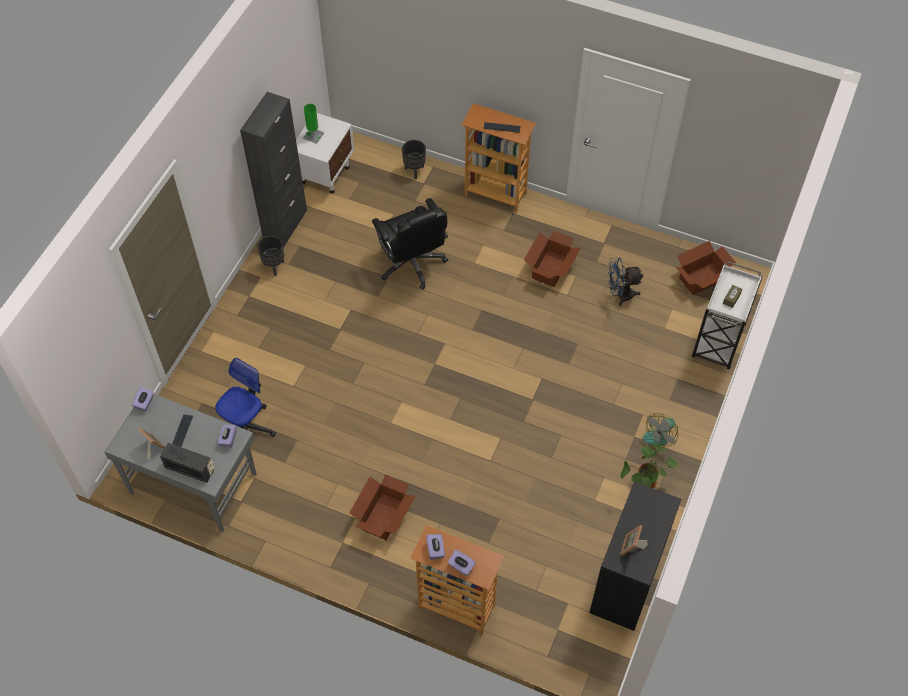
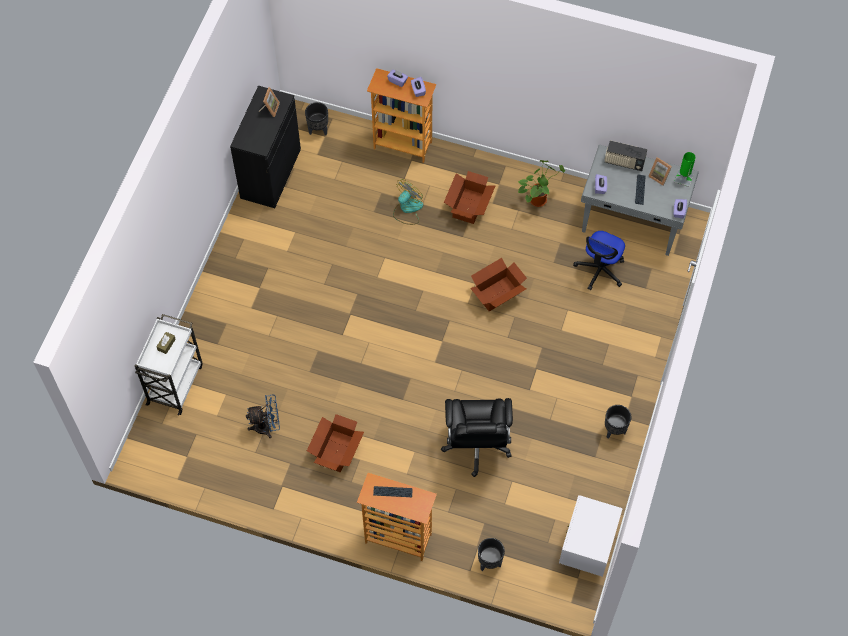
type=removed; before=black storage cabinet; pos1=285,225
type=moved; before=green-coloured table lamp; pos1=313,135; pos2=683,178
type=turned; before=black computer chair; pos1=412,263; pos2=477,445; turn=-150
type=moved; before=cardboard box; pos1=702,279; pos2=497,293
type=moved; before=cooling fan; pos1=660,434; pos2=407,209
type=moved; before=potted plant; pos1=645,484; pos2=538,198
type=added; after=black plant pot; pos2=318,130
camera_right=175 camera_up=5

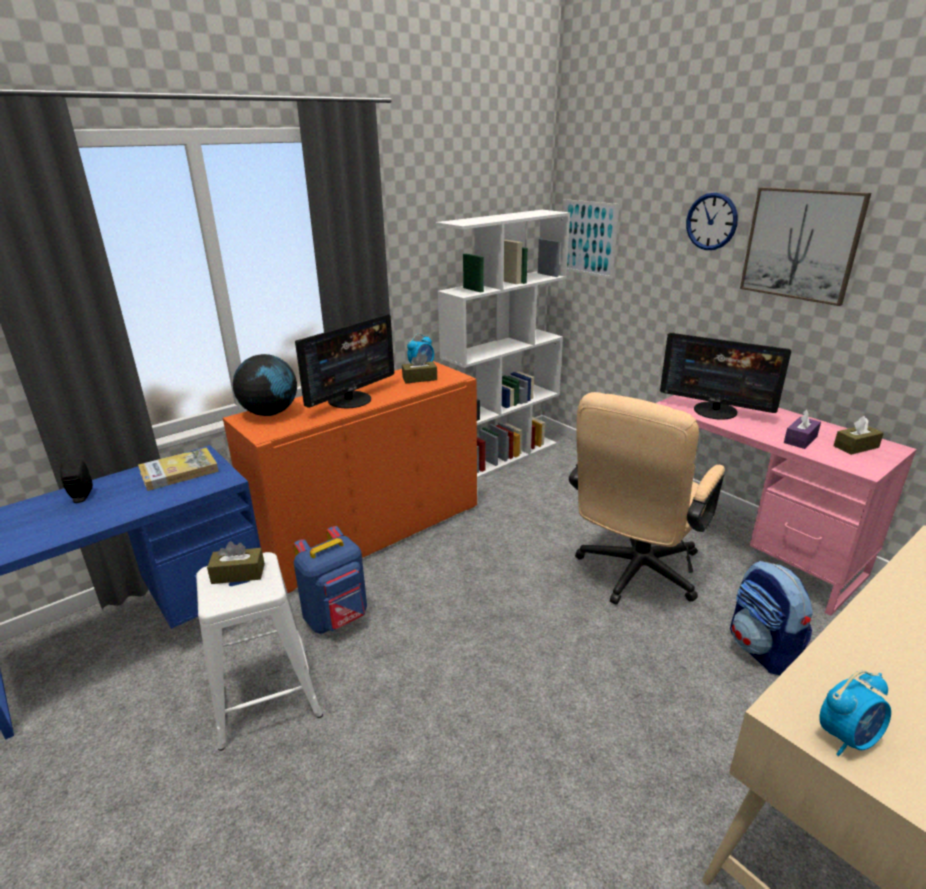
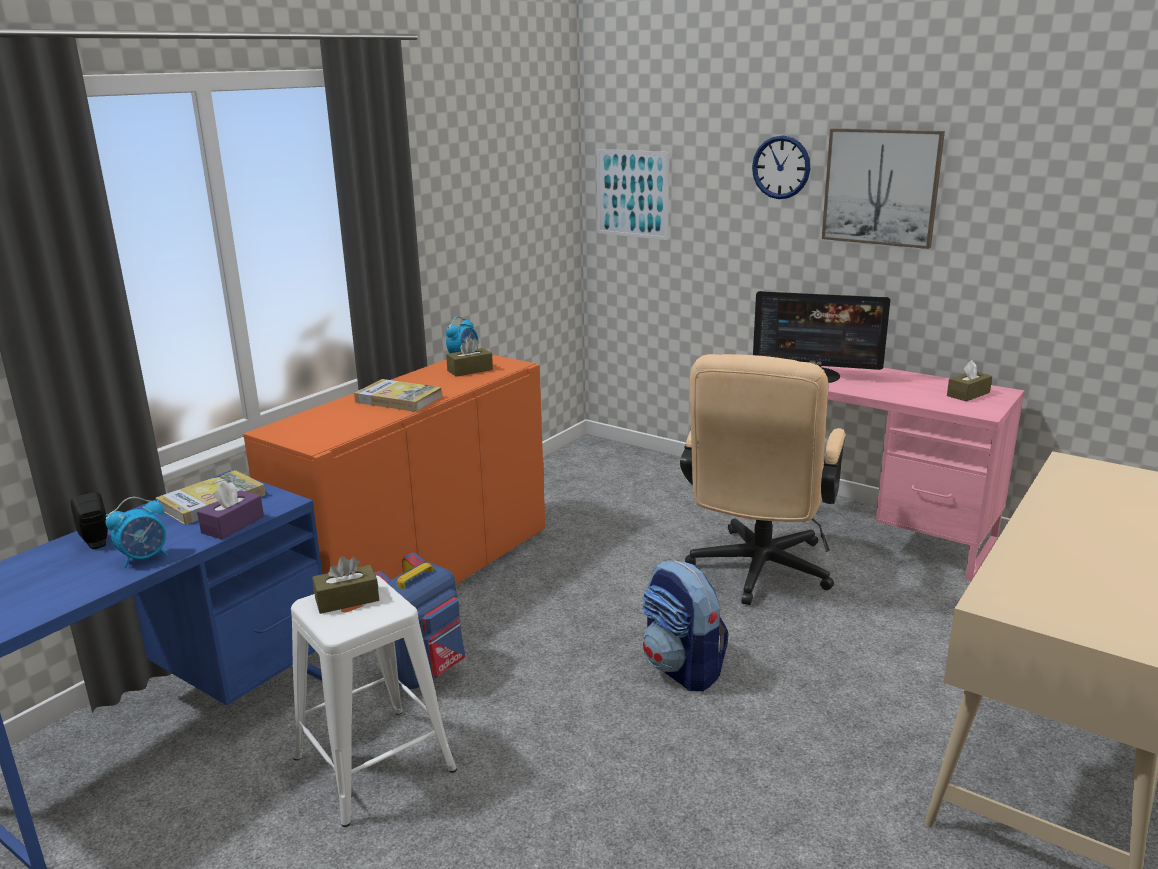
type=removed; before=whitish bookshelf; pos1=502,456
type=replaced; before=monitor; after=book; pos1=350,400; pos2=398,399
type=removed; before=world globe; pos1=270,413
type=moved; before=purple tissue holder; pos1=800,439; pos2=233,525
type=moved; before=backpack; pos1=762,650; pos2=682,669
type=moved; before=table clock; pos1=847,738; pos2=145,558
camera_right=-15 camera_up=-5

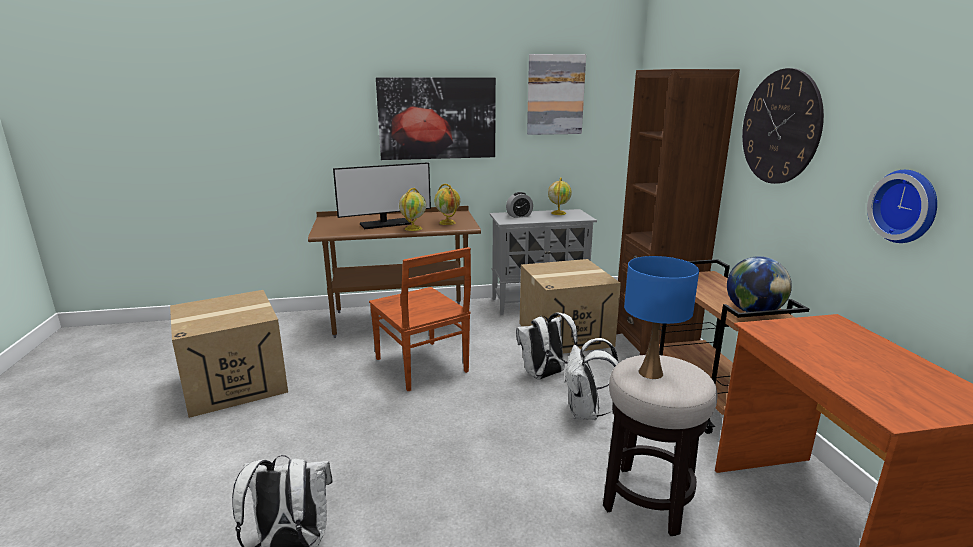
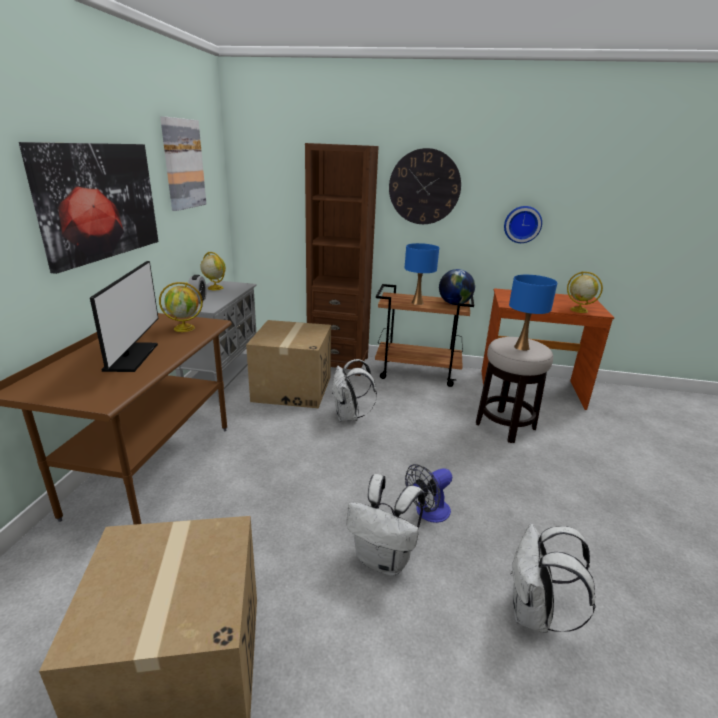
type=moved; before=world globe; pos1=413,228; pos2=578,310
type=removed; before=brown-coloured plain chair; pos1=422,366
type=moved; before=whitish backpack; pos1=586,413; pos2=384,560
type=added; after=bluish table lamp; pos2=417,303
type=added; after=cooling fan; pos2=428,513
camera_right=-70 camera_up=5

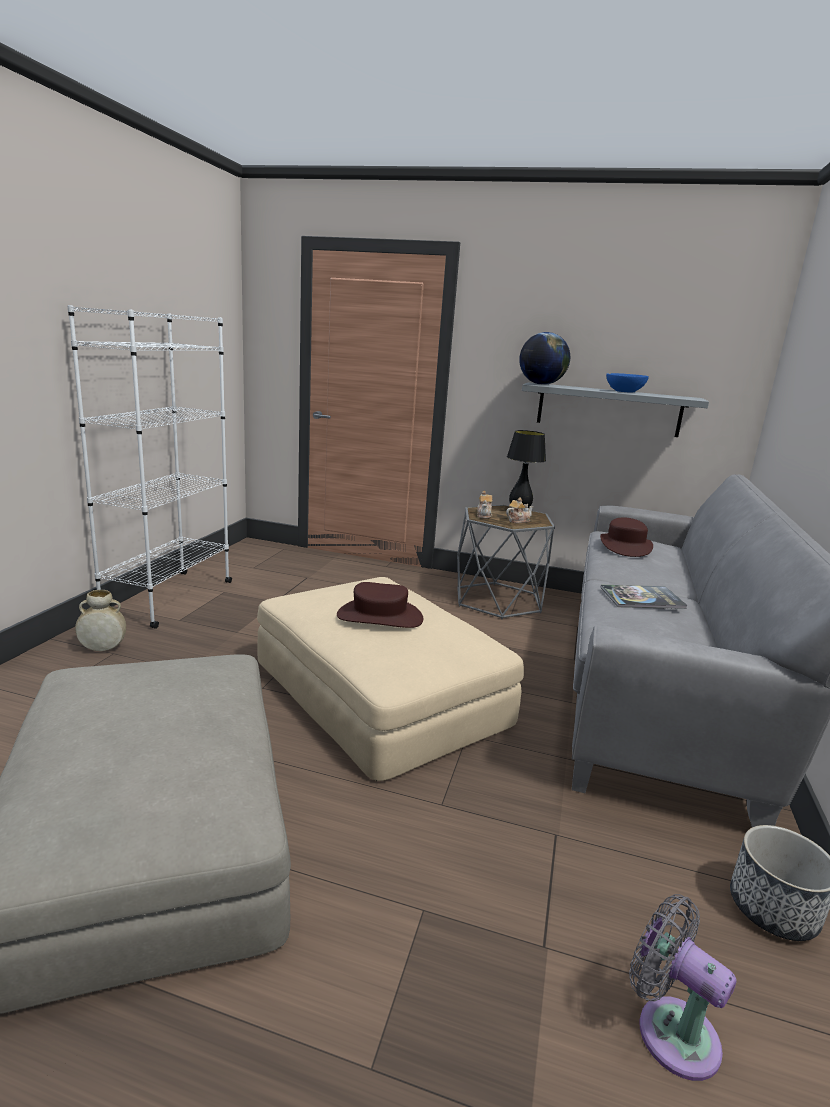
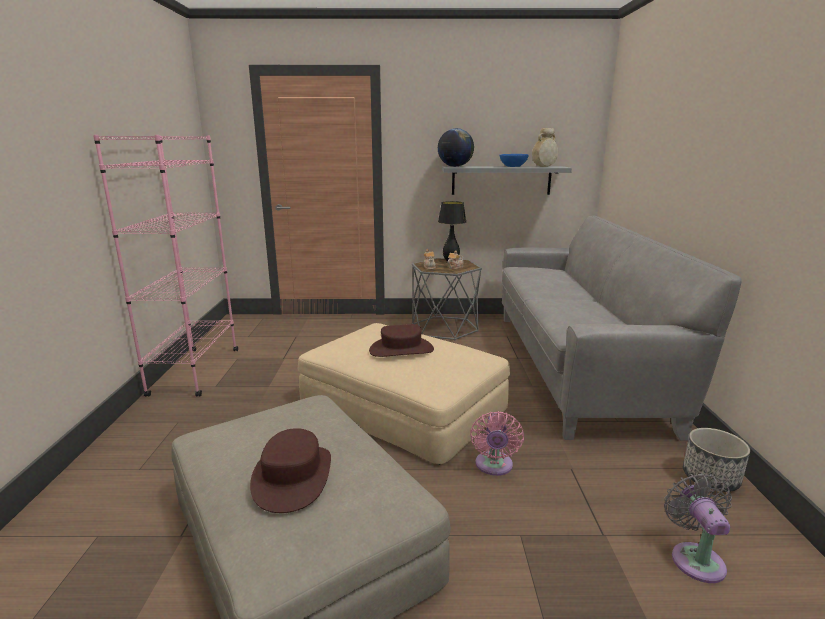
type=recoloured; before=whitish bookshelf; after=pink bookshelf; pos1=169,598; pos2=195,371
type=moved; before=brown-coloured hat; pos1=625,546; pos2=292,477
type=removed; before=book; pos1=642,598
type=moved; before=beige-coloured vase; pos1=102,649; pos2=544,167
type=turned; before=gray cooling fan; pos1=670,1029; pos2=695,558; turn=60
type=added; after=pink cooling fan; pos2=494,466
camera_right=-15 camera_up=0

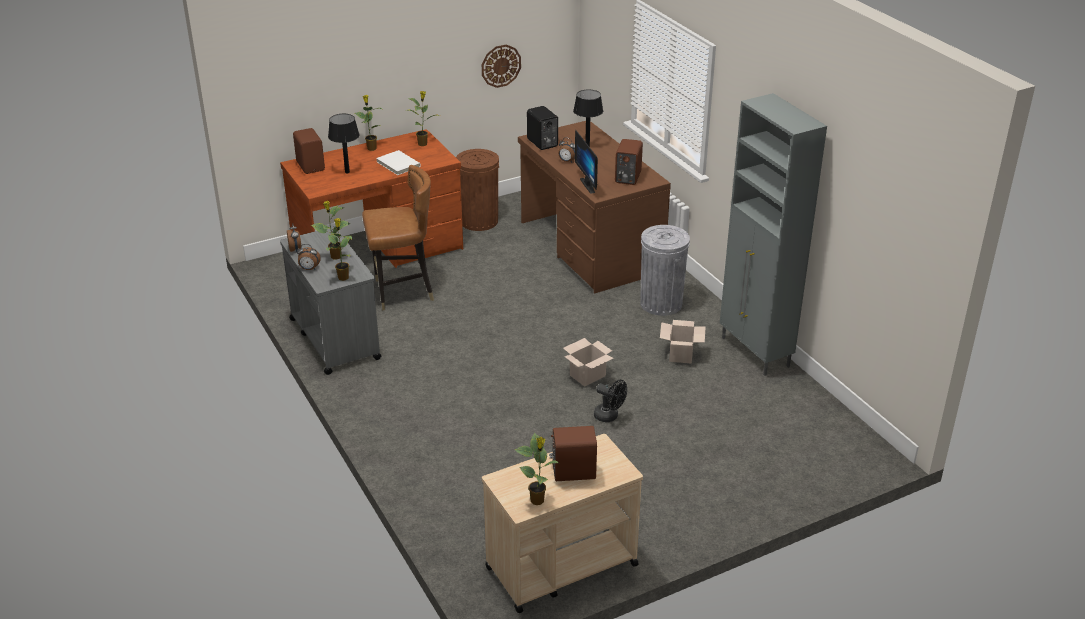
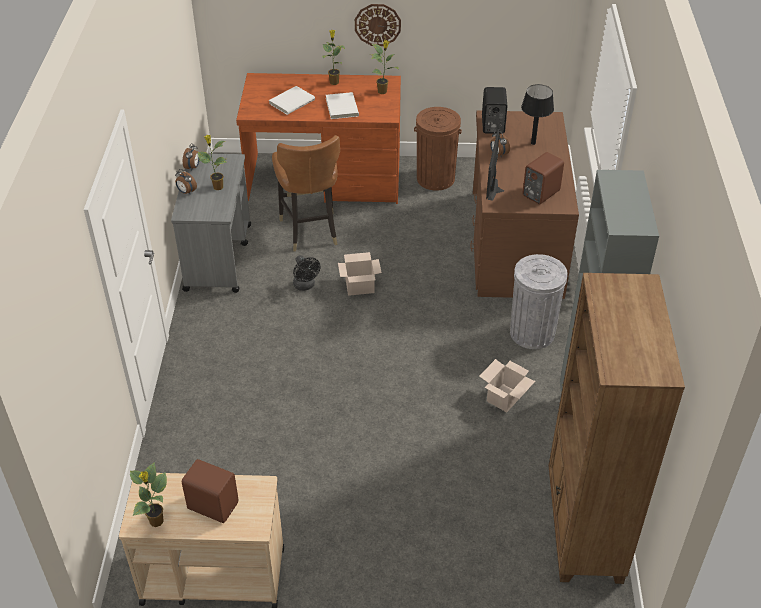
type=moved; before=hanging clock; pos1=501,65; pos2=377,24
type=replaced; before=black table lamp; after=whitish book; pos1=347,172; pos2=291,101
type=removed; before=brown-coloured audio speaker; pos1=311,166
type=turned; before=brown-coloured plain chair; pos1=402,292; pos2=310,230; turn=60
type=removed; before=potted plant; pos1=343,277
type=moved; before=cardboard box; pos1=587,375; pos2=360,286
type=moved; before=black cooling fan; pos1=609,416; pos2=305,286
type=added; after=brown-coloured bookshelf; pos2=583,529
camera_right=30 camera_up=10

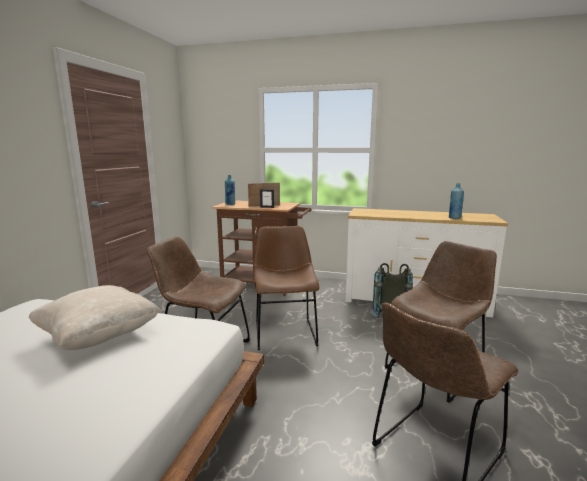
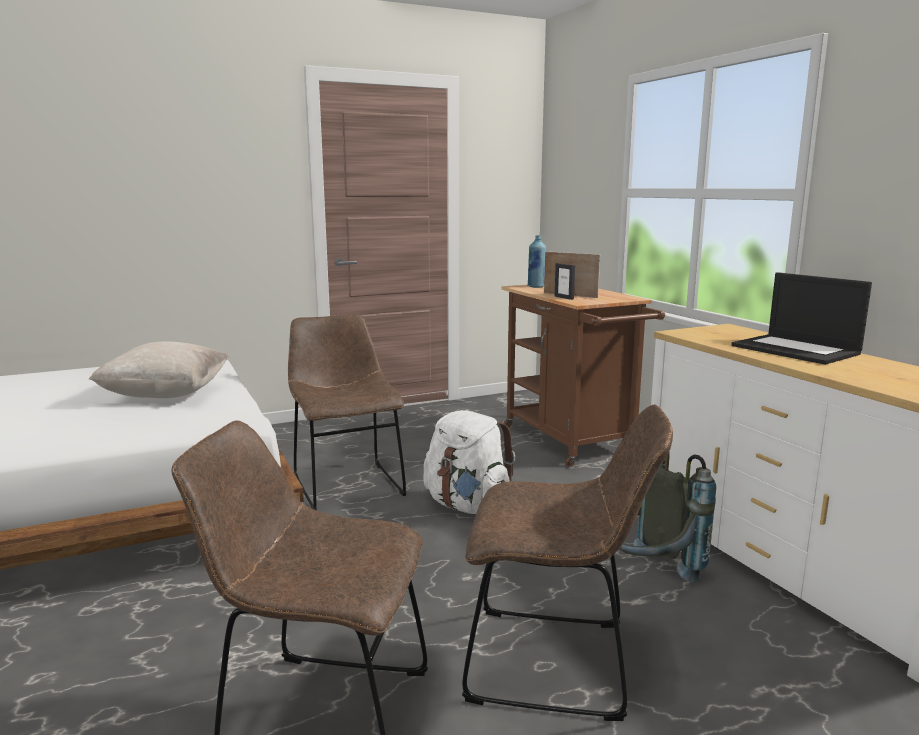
type=removed; before=bluish beverage bottle; pos1=454,218
type=replaced; before=brown-coloured plain chair; after=whitish backpack; pos1=284,331; pos2=468,506
type=added; after=portable computer; pos2=797,350
camera_right=50 camera_up=0

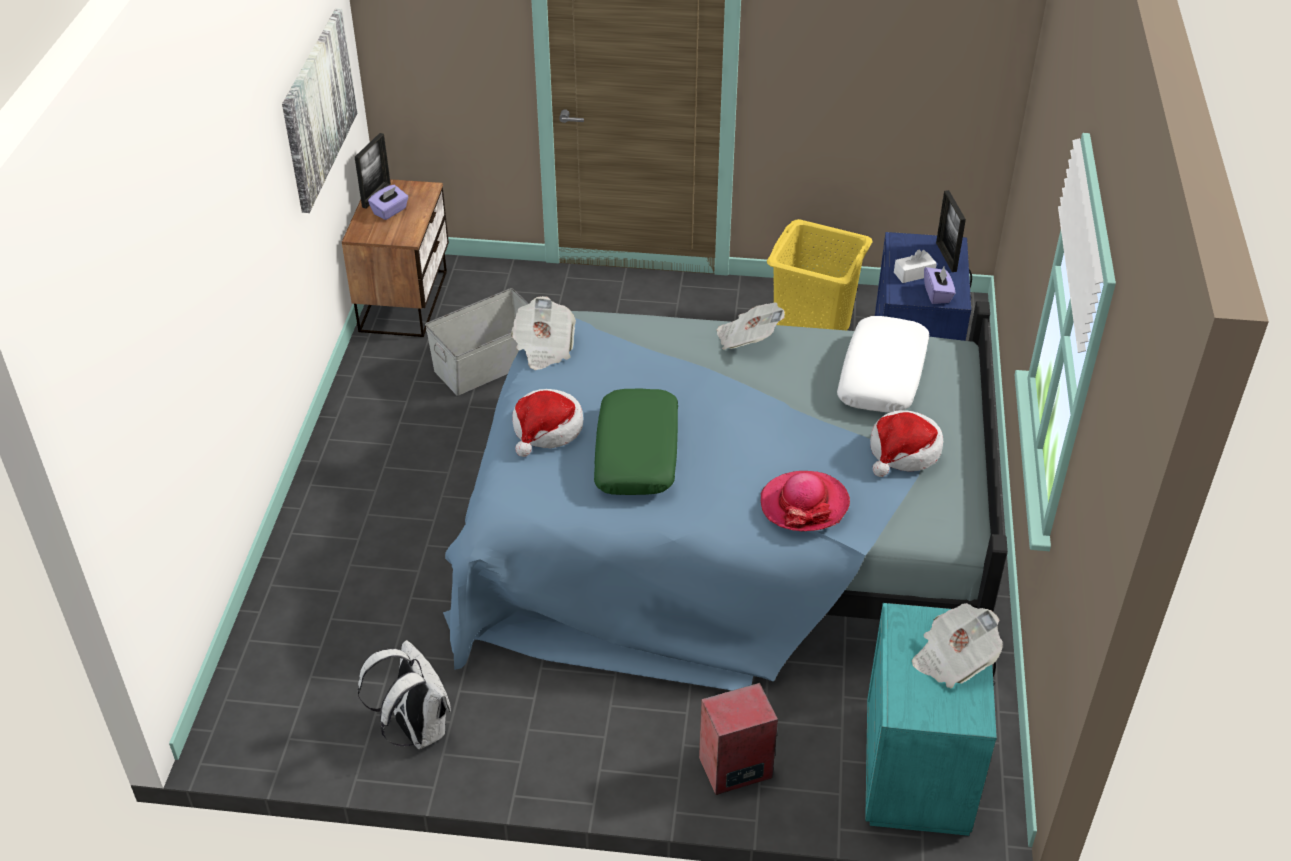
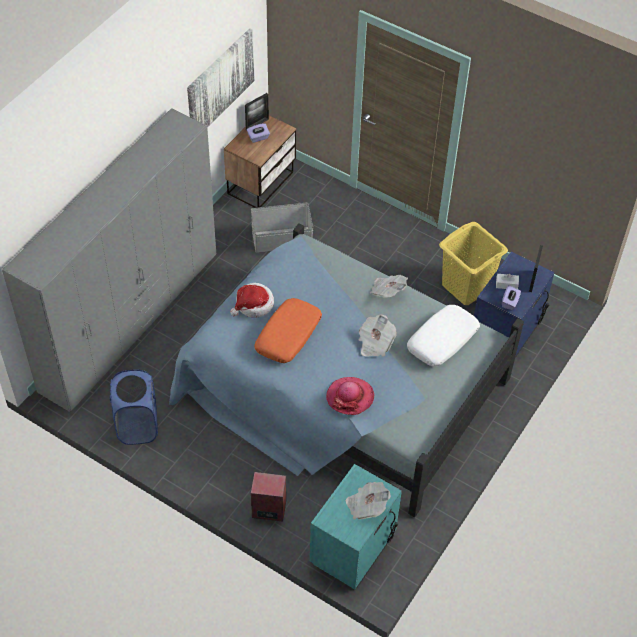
type=moved; before=daily paper; pos1=544,348; pos2=375,343
type=recoloured; before=green-coloured throw pillow; after=orange throw pillow; pos1=638,453; pos2=288,336
type=removed; before=hat; pos1=903,452
type=replaced; before=whitish backpack; after=bluish hamper; pos1=416,729; pos2=137,426
type=added; after=gray armoire; pos2=130,320
camera_right=25 camera_up=10

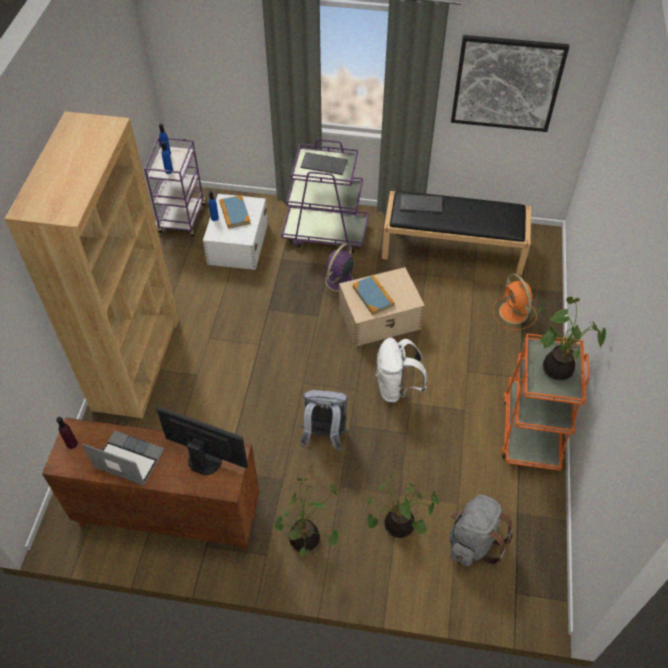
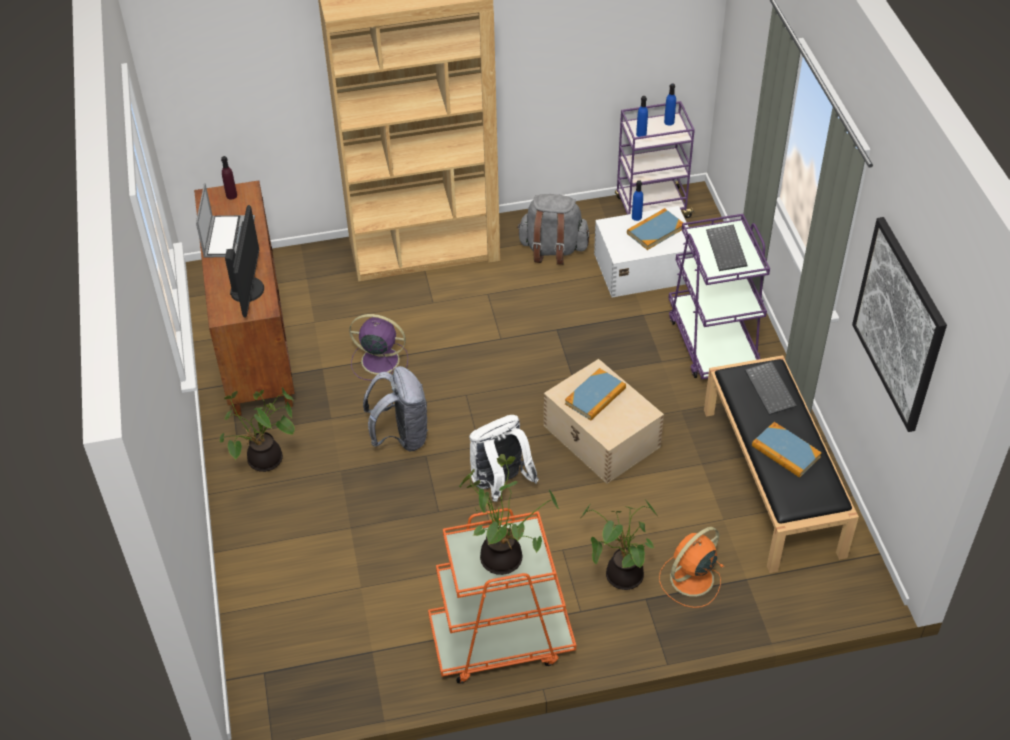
type=moved; before=purple cooling fan; pos1=338,282; pos2=378,360
type=moved; before=potted plant; pos1=397,527; pos2=621,575
type=moved; before=gray backpack; pos1=473,541; pos2=552,249
type=added; after=book; pos2=785,452
camera_right=70 camera_up=-5

